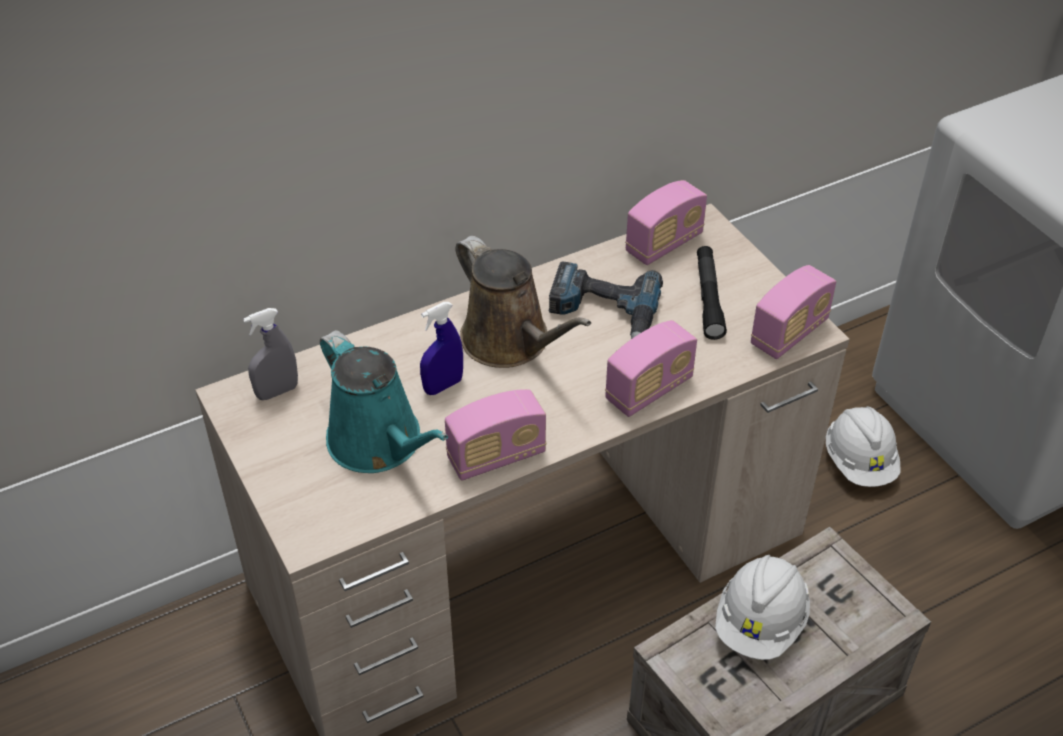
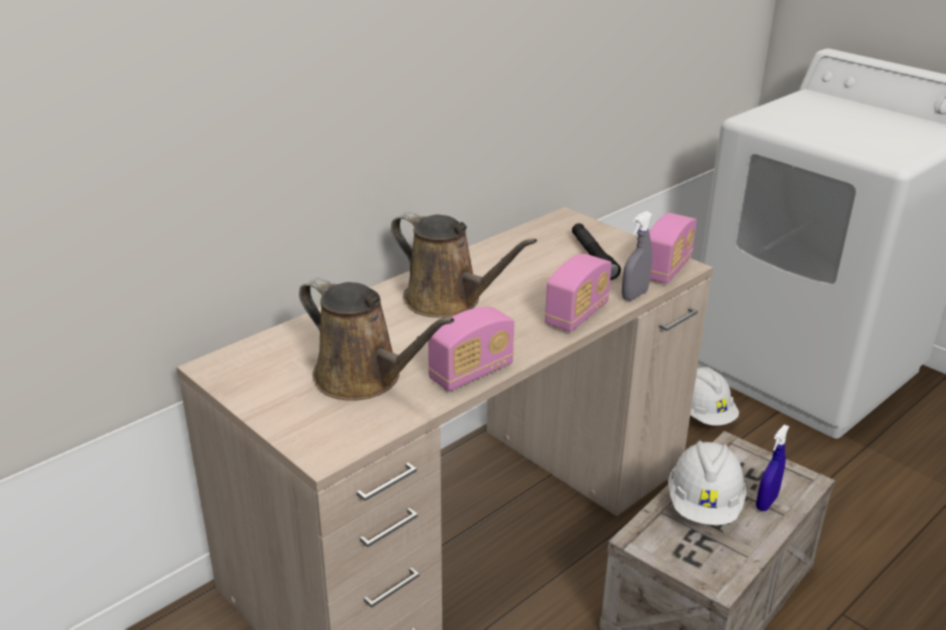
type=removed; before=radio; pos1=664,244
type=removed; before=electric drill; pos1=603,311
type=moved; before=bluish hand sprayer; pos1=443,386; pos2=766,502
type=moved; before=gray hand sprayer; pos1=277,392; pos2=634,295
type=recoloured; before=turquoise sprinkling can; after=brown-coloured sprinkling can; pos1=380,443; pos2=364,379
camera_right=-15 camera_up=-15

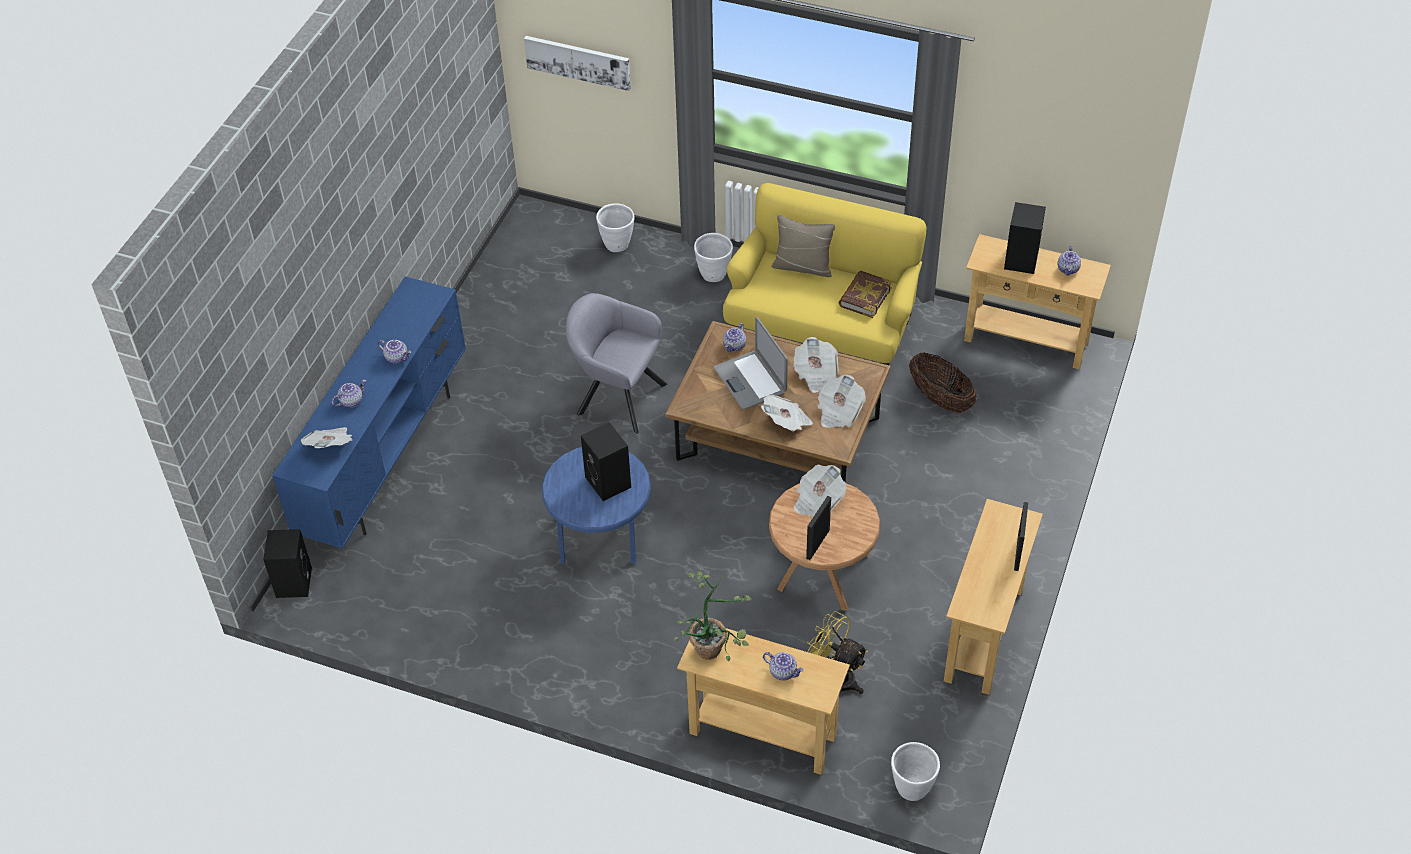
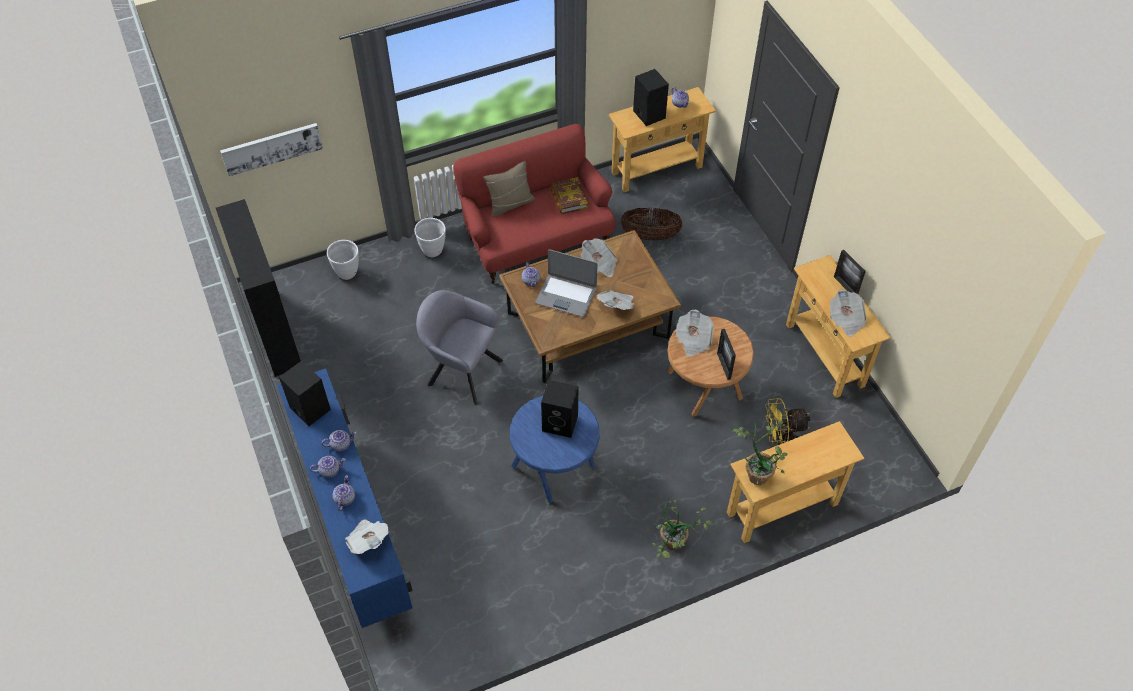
type=recoloured; before=yellow-coloured sofa; after=reddish sofa; pos1=822,329; pos2=537,240
type=turned; before=gray armchair; pos1=617,397; pos2=461,370; turn=45
type=moved; before=daily paper; pos1=838,411; pos2=846,320
type=moved; before=black audio speaker; pos1=293,581; pos2=309,408
type=moved; before=pot for tea; pos1=783,672; pos2=330,470
type=removed; before=whitish plant pot; pos1=912,788
type=added; after=black bookshelf; pos2=274,330
type=added; after=potted plant; pos2=674,547
camera_right=-45 camera_up=5

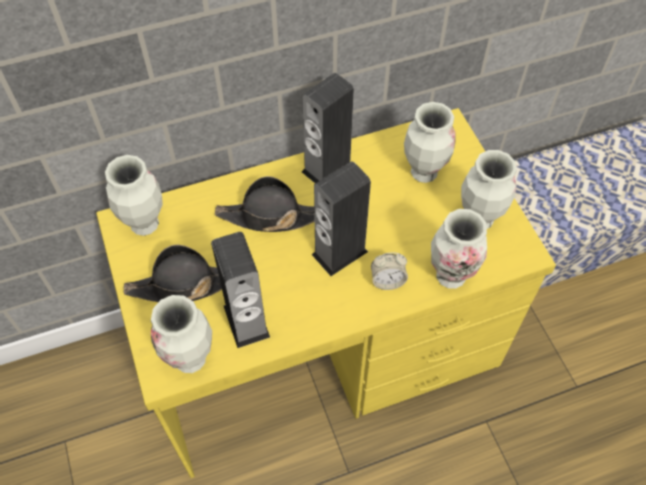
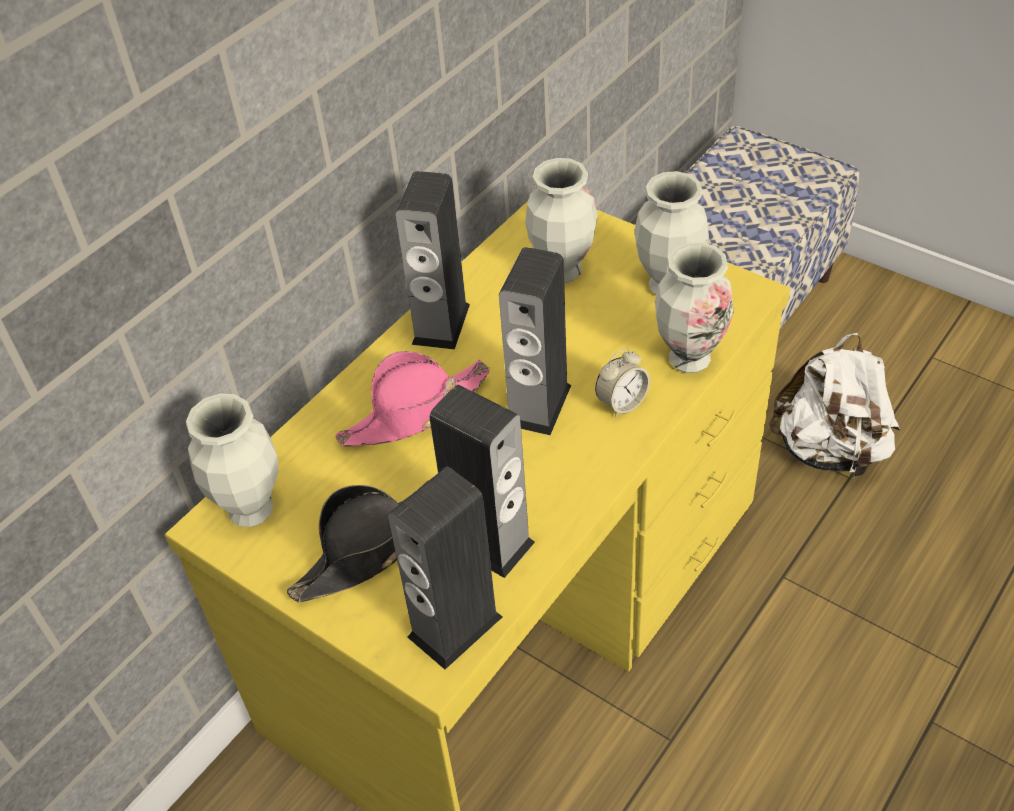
type=recoloured; before=black hat; after=pink hat; pos1=270,216; pos2=415,412
type=replaced; before=vase; after=audio speaker; pos1=190,359; pos2=455,627
type=added; after=whitish backpack; pos2=830,450
camera_right=-30 camera_up=-10

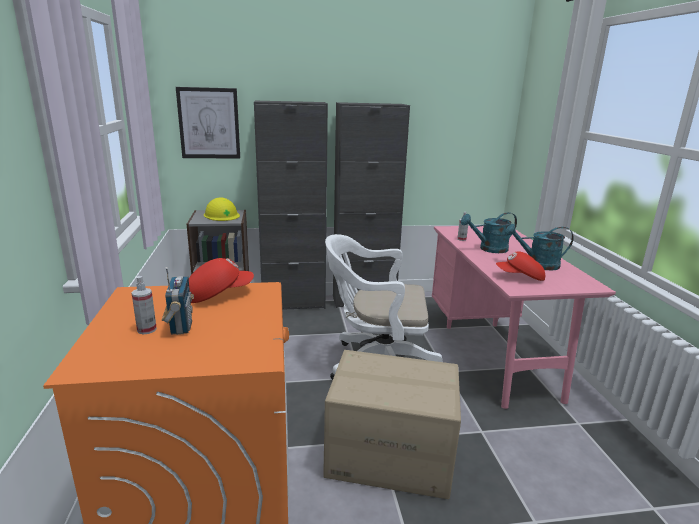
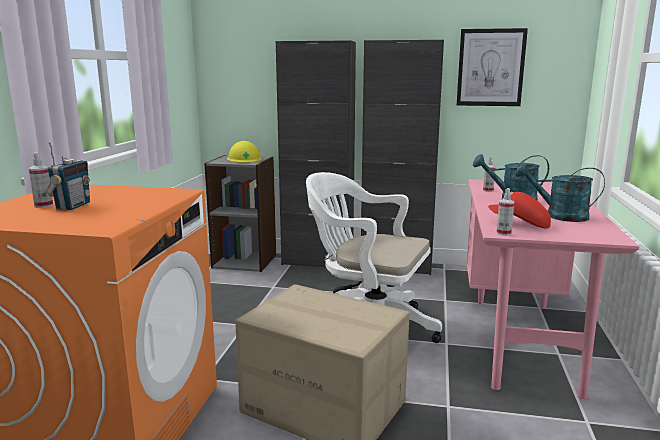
type=moved; before=wall picture; pos1=209,123; pos2=490,67
type=removed; before=reddish cap; pos1=218,294
type=added; after=hand sprayer; pos2=503,233
camera_right=20 camera_up=-5

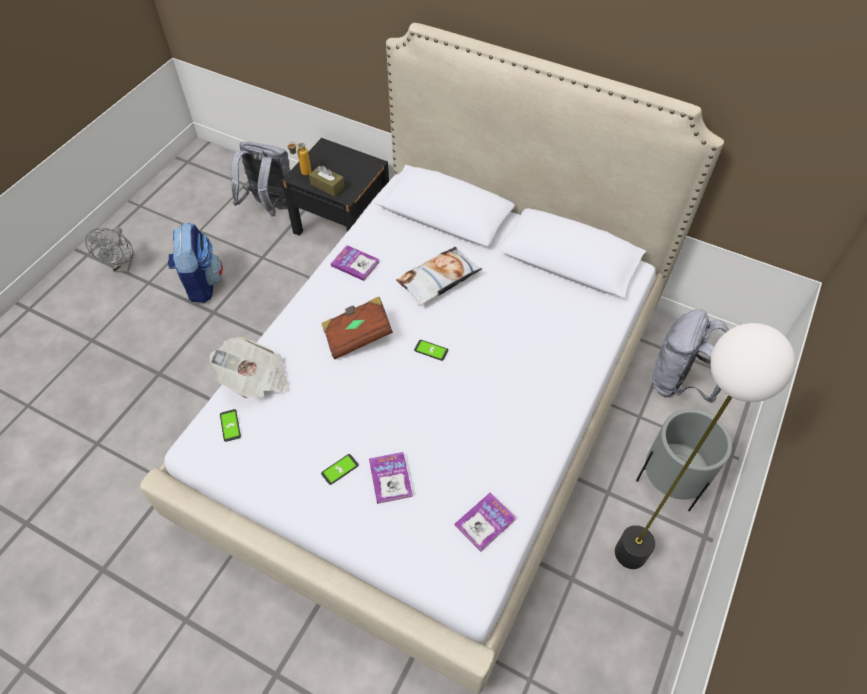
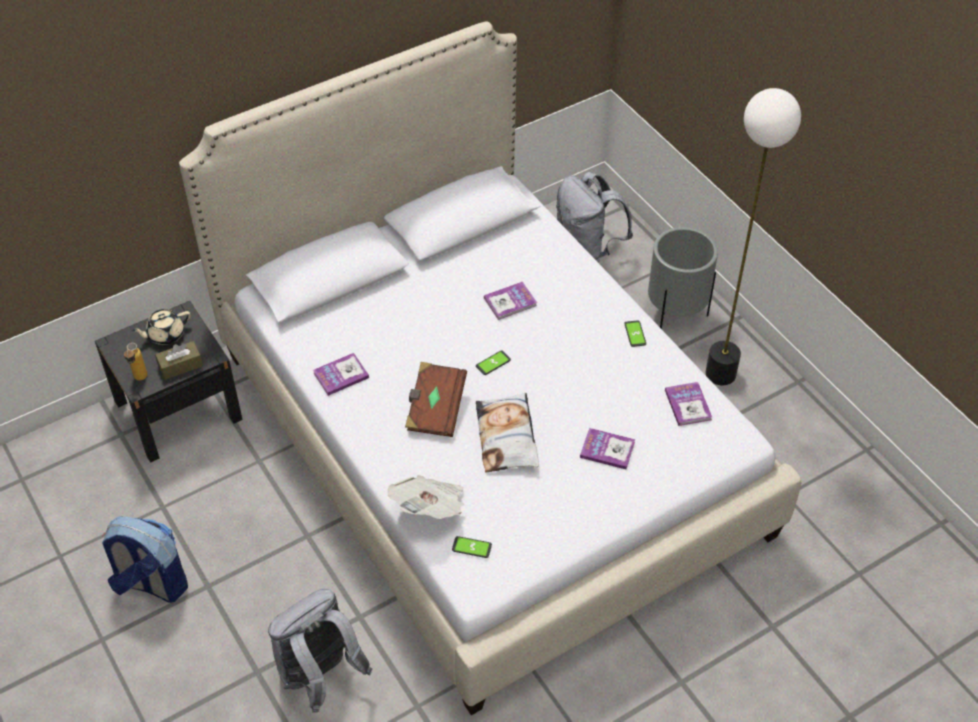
type=moved; before=gray backpack; pos1=270,207; pos2=320,676
type=removed; before=gray cooling fan; pos1=123,266
type=moved; before=throw pillow; pos1=439,280; pos2=507,437
type=moved; before=telephone; pos1=340,469; pos2=635,334
type=added; after=book; pos2=510,302
type=added; after=beige-coloured pot for tea; pos2=165,335
camera_right=-60 camera_up=-5

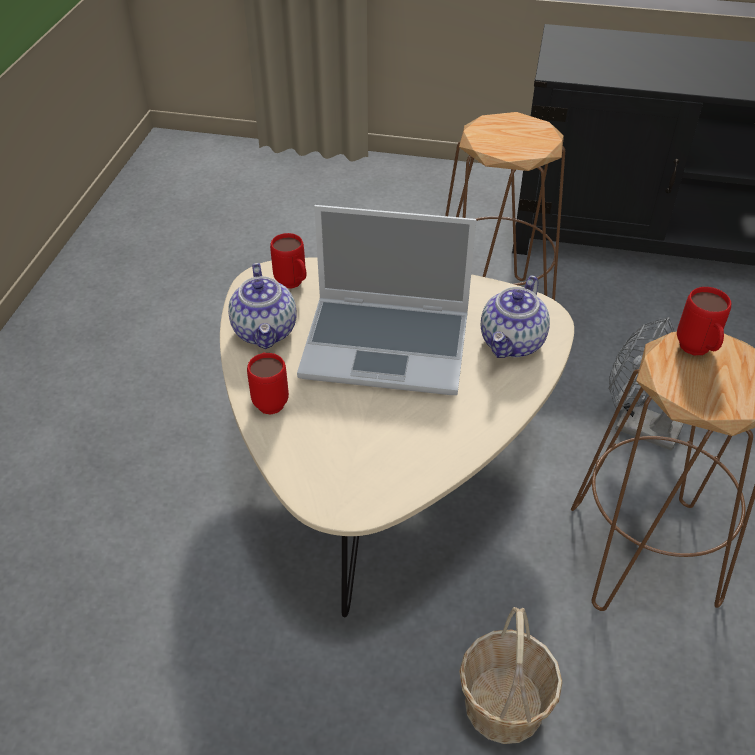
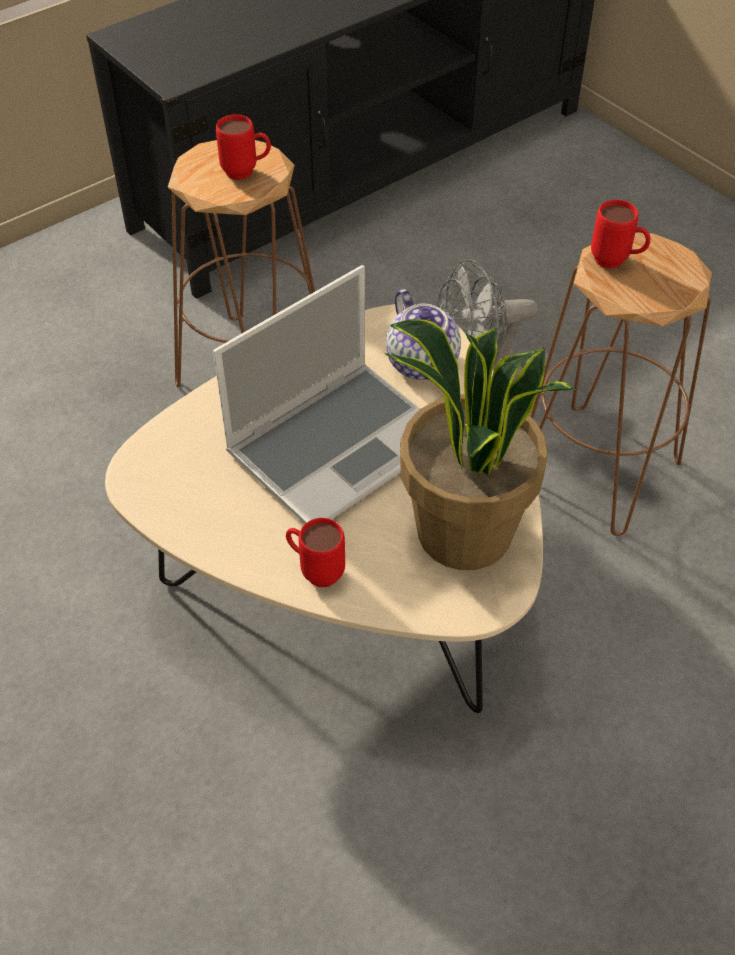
type=moved; before=reddish tea mug; pos1=293,285; pos2=246,173
type=removed; before=pot for tea; pos1=266,331
type=removed; before=household basket; pos1=503,705
type=added; after=potted plant; pos2=463,534
camera_right=-50 camera_up=5

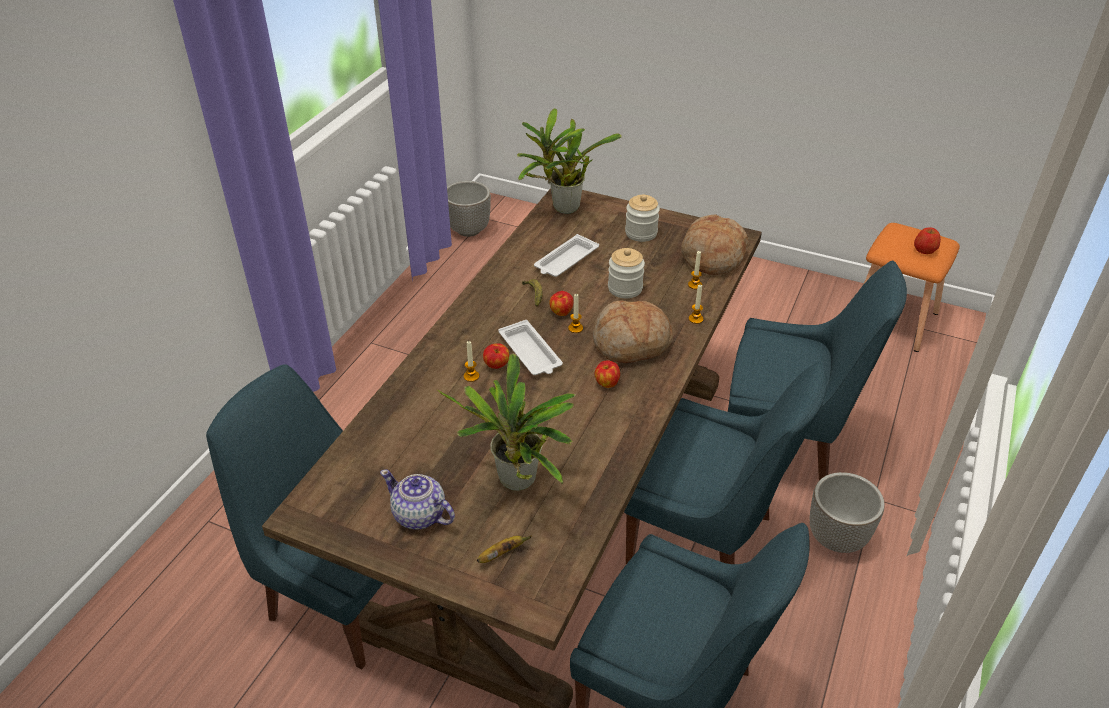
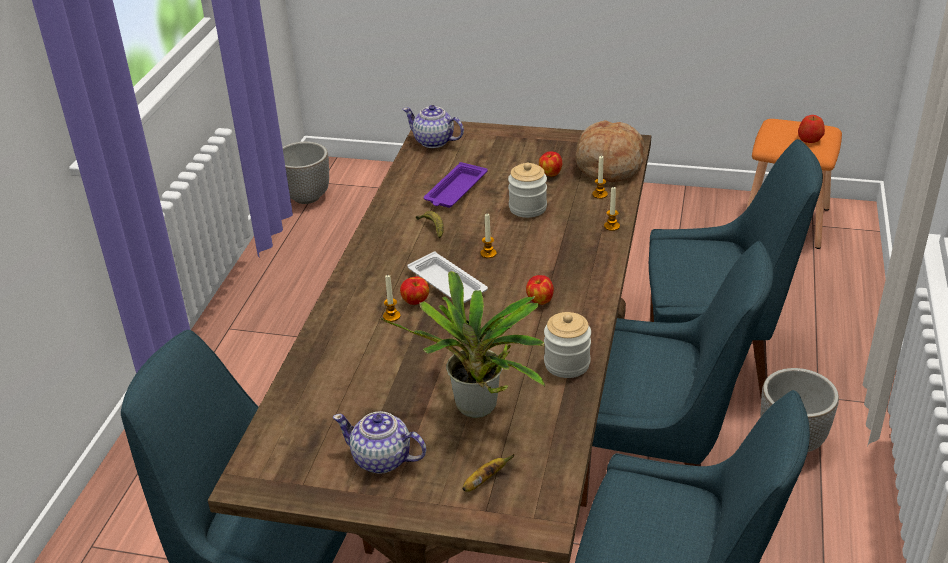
type=replaced; before=potted plant; after=pot for tea; pos1=562,209; pos2=434,141
type=moved; before=jar; pos1=641,233; pos2=567,364
type=recoloured; before=whitish serving tray; after=purple serving tray; pos1=565,261; pos2=455,191
type=moved; before=whole apple; pos1=561,312; pos2=550,173
type=removed; before=baked bread; pos1=631,343
camera_right=-10 camera_up=-5

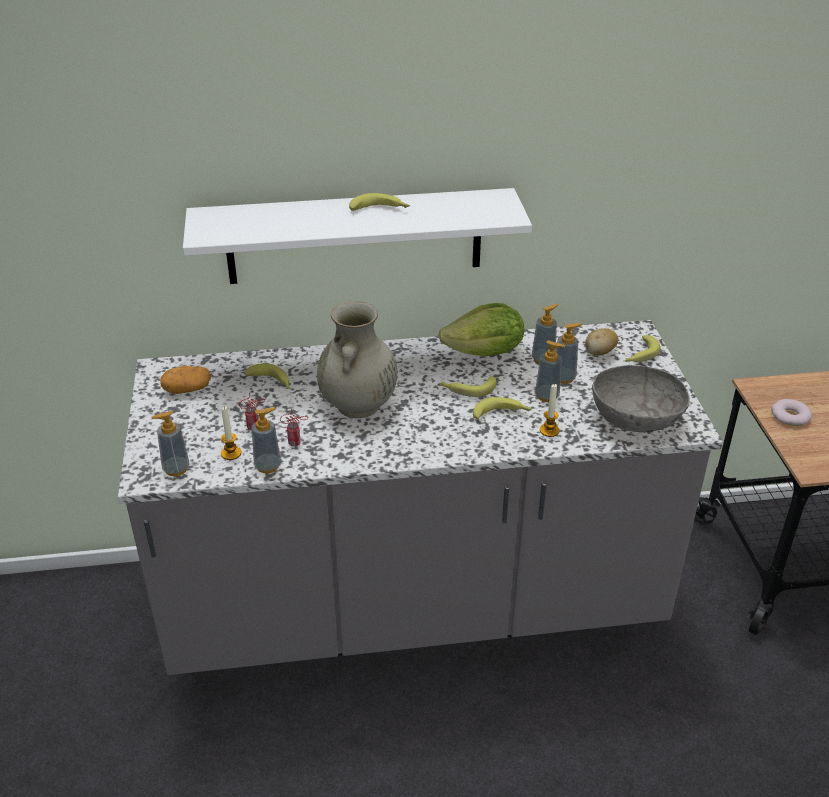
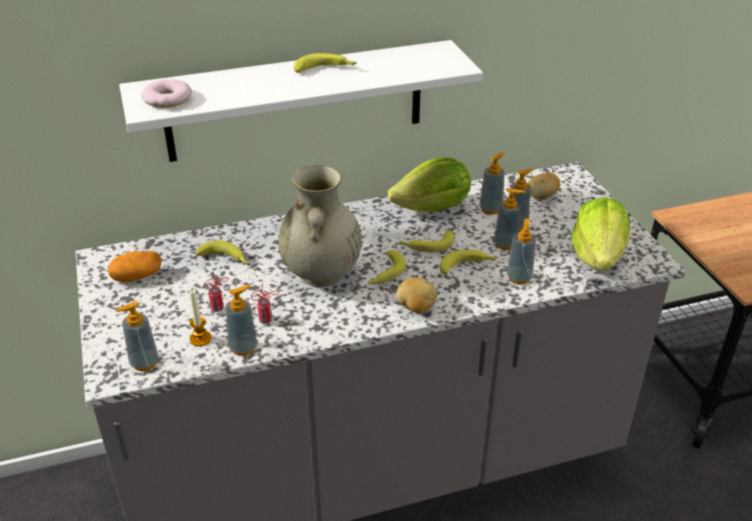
type=moved; before=whole banana; pos1=639,355; pos2=384,274
type=replaced; before=gray serving bowl; after=lettuce head; pos1=636,418; pos2=598,256
type=replaced; before=wax light; after=liquid soap bottle; pos1=549,430; pos2=519,278
type=moved; before=doughnut; pos1=790,416; pos2=167,99
type=added; after=potato; pos2=416,308
camera_right=-10 camera_up=0

